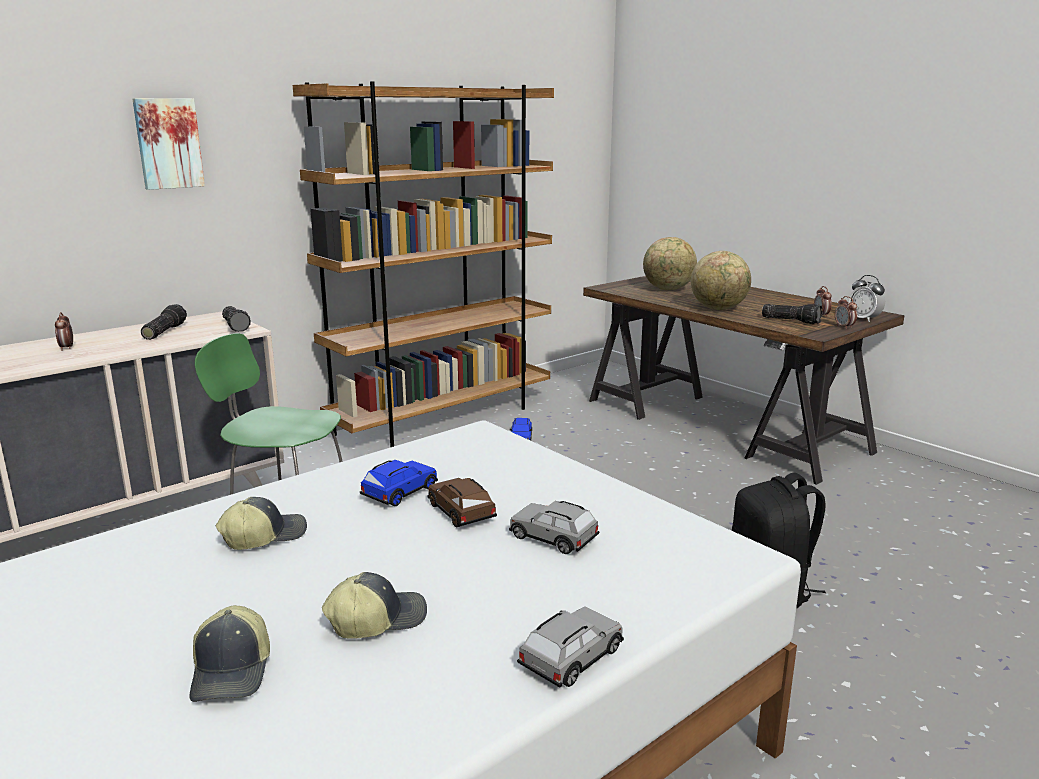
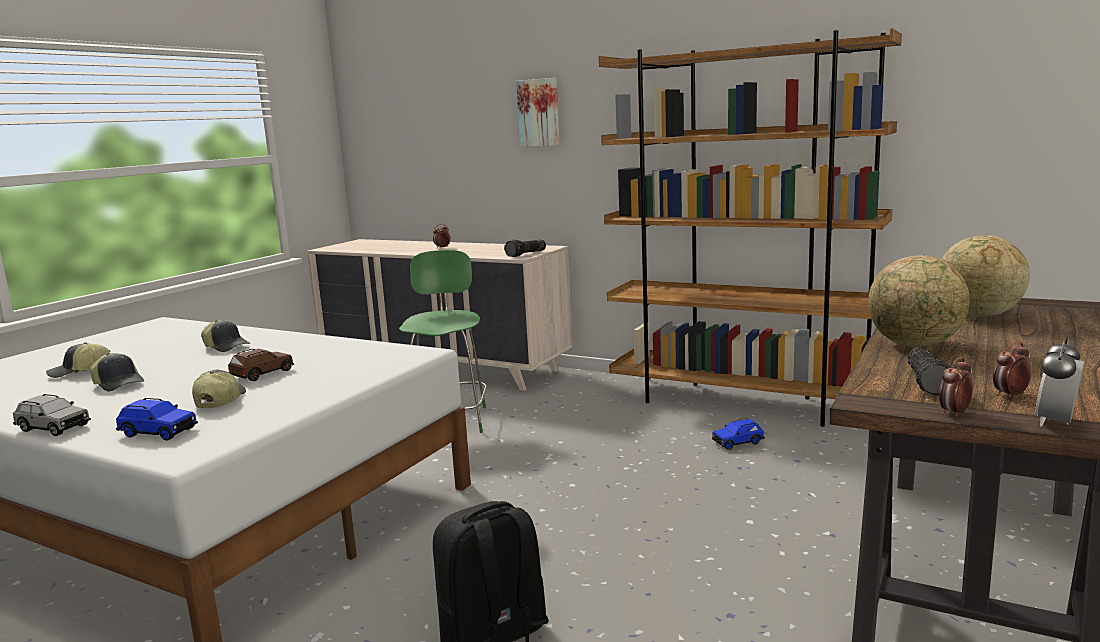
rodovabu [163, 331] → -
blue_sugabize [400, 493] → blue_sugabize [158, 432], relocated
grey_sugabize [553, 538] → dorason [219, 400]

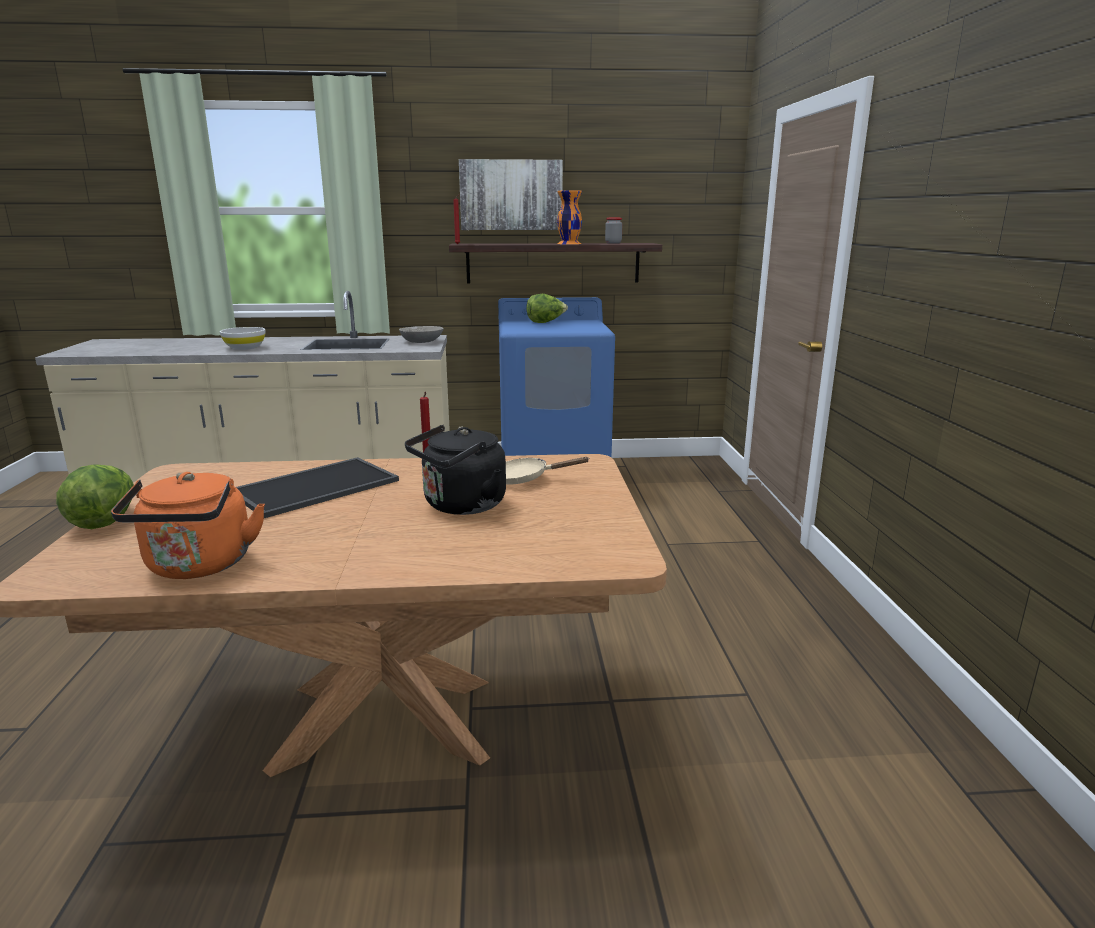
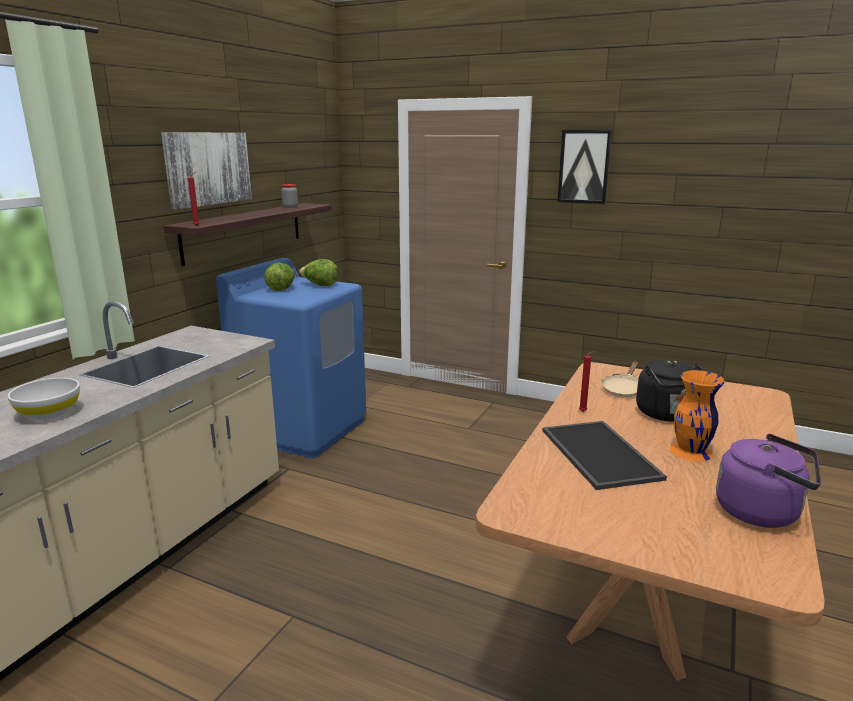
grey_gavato [422, 341] → -
- → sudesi [584, 166]
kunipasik [104, 520] → kunipasik [319, 285], relocated
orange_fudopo [568, 243] → orange_fudopo [690, 451], relocated
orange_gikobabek [198, 567] → purple_gikobabek [762, 512]

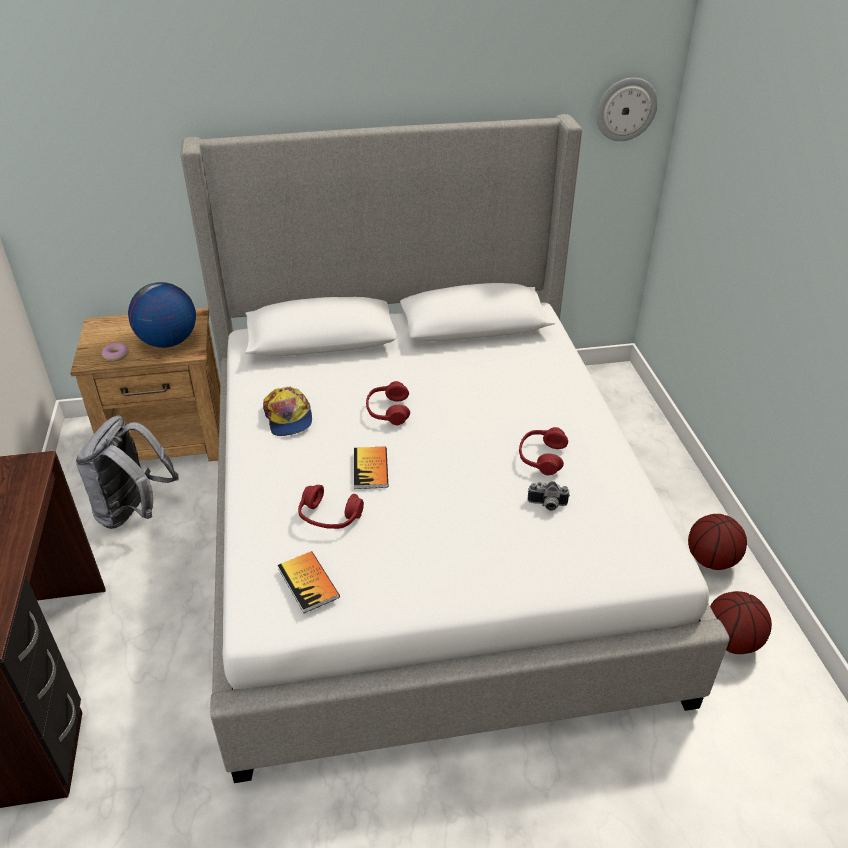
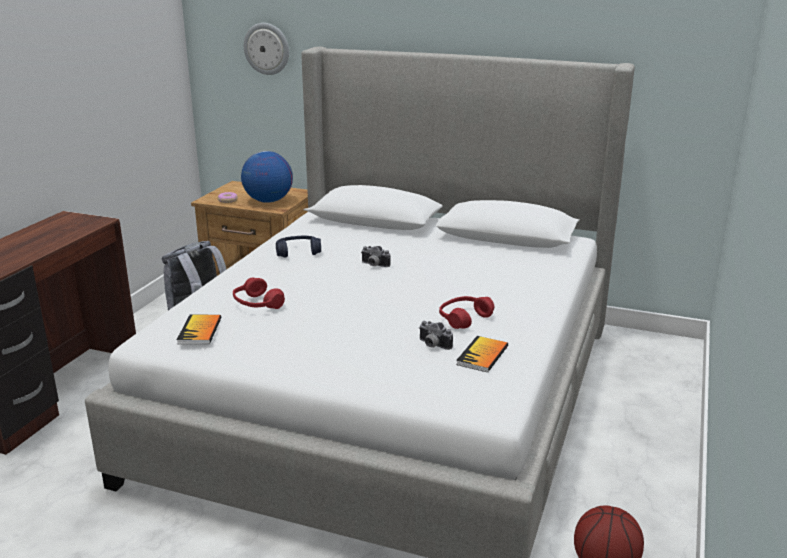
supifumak [711, 560] → -
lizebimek [370, 469] → lizebimek [482, 355], relocated
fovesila [626, 109] → fovesila [267, 48], relocated
dorason [288, 417] → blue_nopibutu [298, 252]
red_nopibutu [388, 411] → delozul [373, 265]

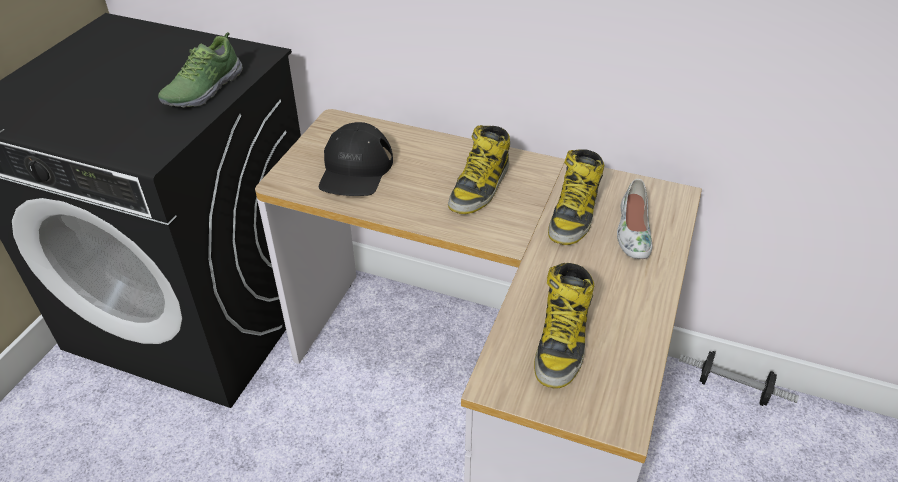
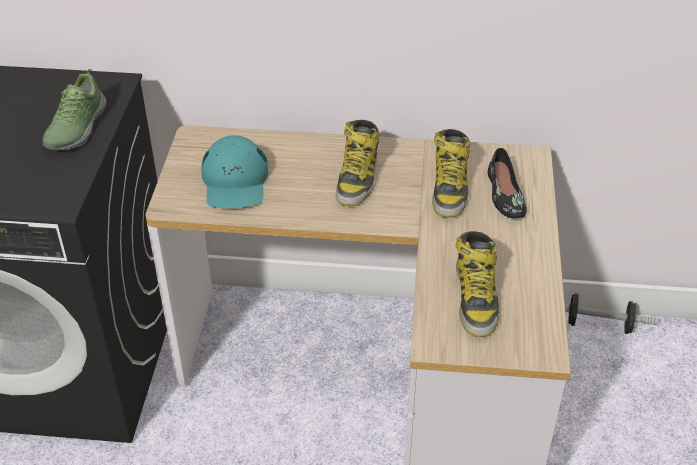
black_dorason [355, 170] → turquoise_dorason [235, 181]
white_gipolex [632, 231] → black_gipolex [504, 195]

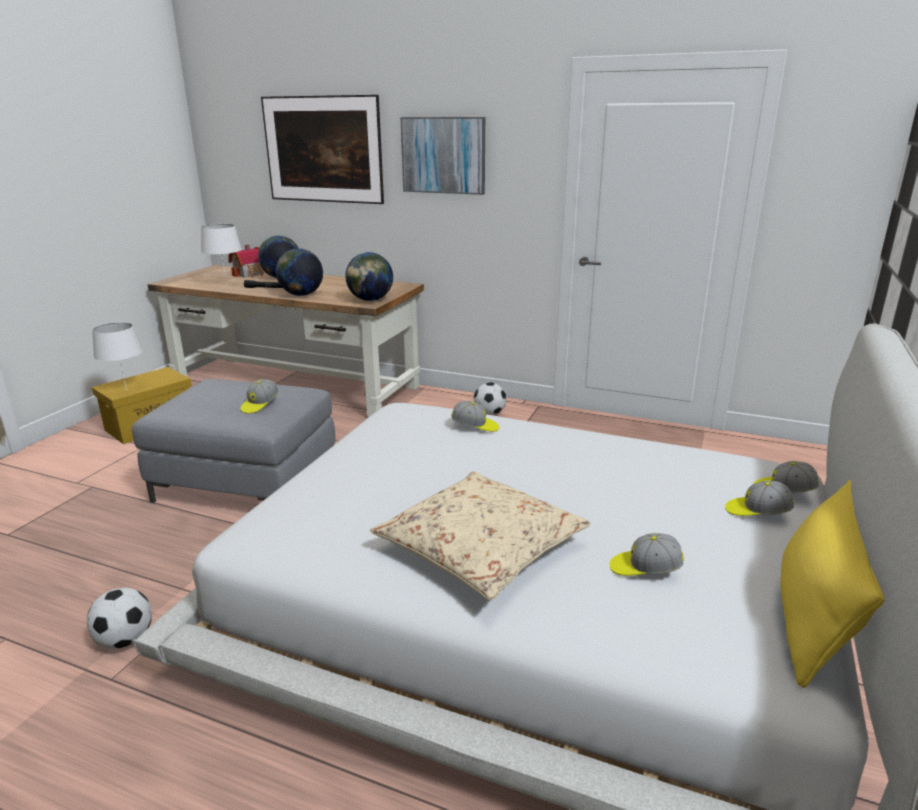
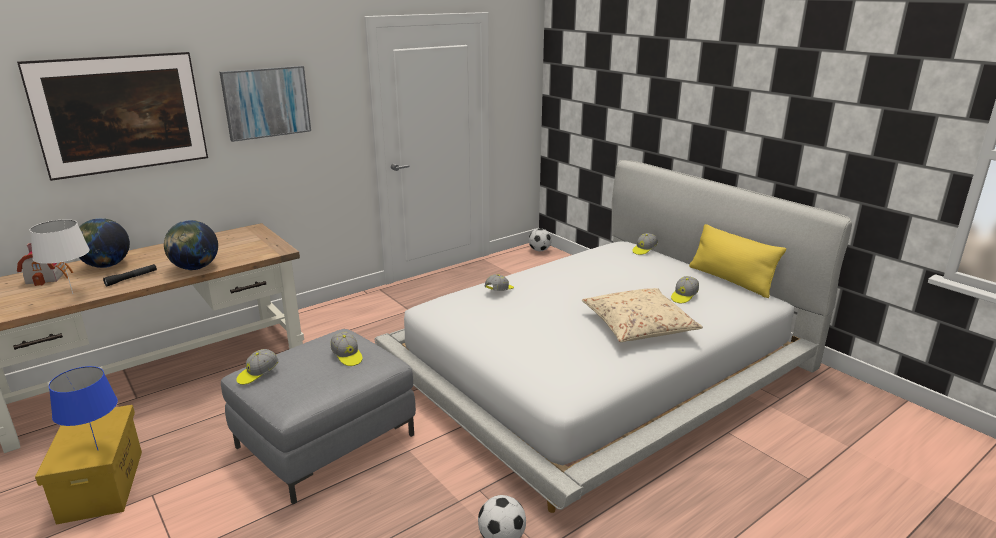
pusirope [370, 300] → -
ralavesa [490, 414] → ralavesa [539, 250], relocated
dorason [757, 512] → dorason [258, 374], relocated
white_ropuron [126, 390] → blue_ropuron [98, 450]

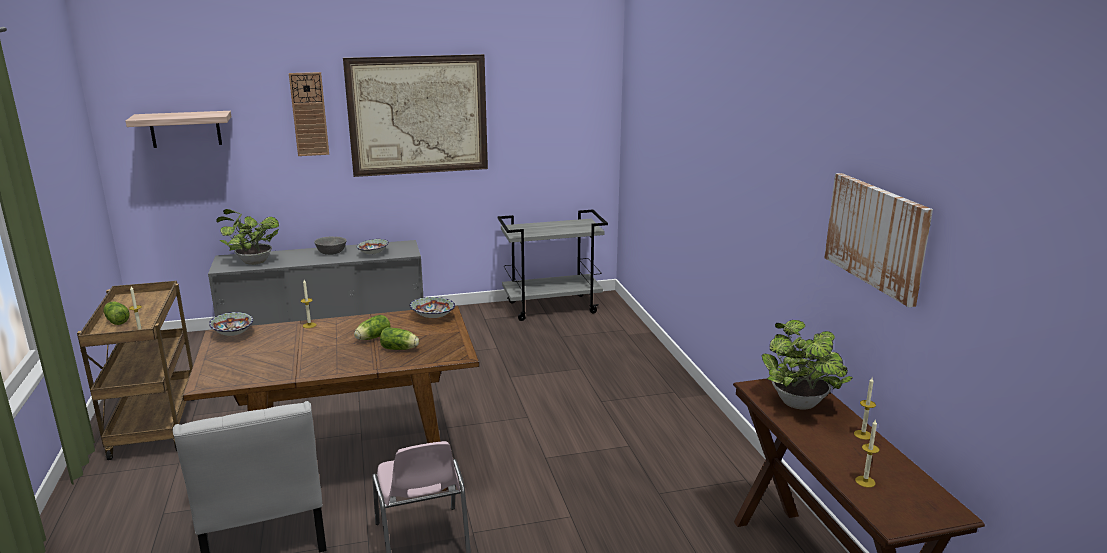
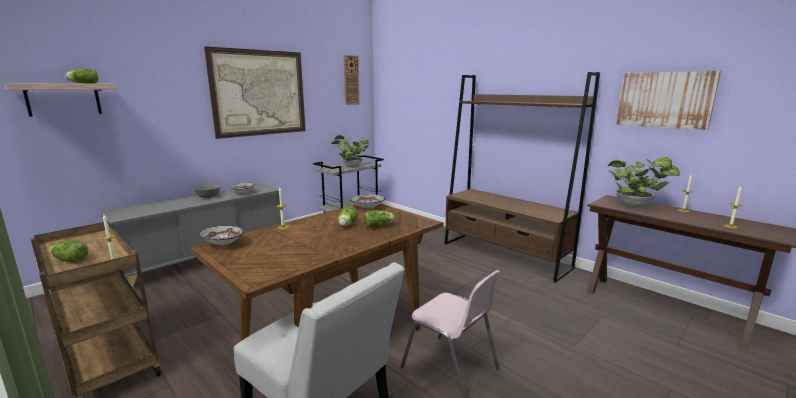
- → kunipasik [83, 83]
- → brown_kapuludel [504, 255]
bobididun [252, 262] → bobididun [351, 167], relocated
fovesila [309, 114] → fovesila [351, 80], relocated

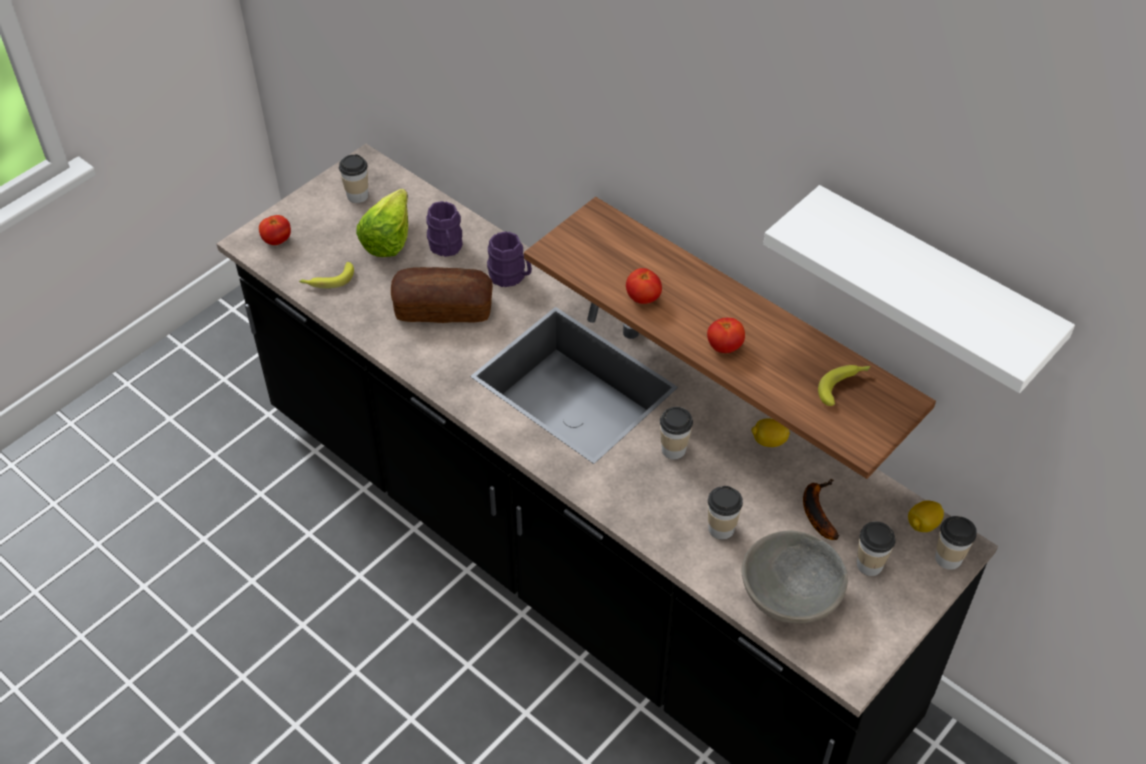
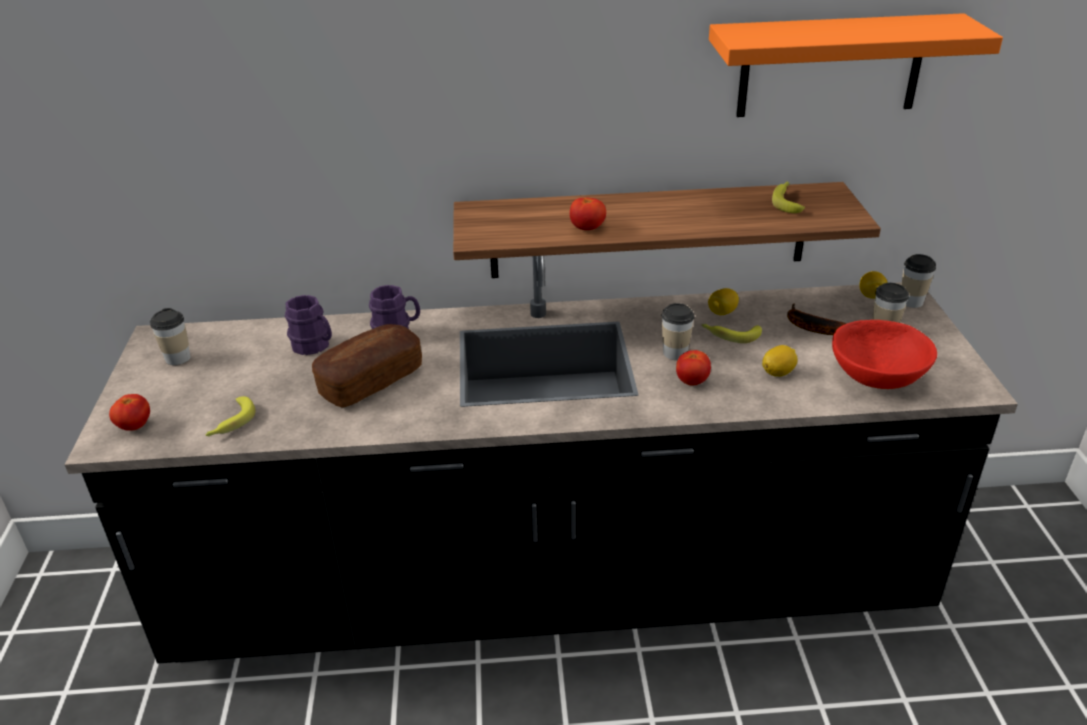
kunipasik [392, 235] → -
- → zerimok [730, 335]
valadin [724, 347] → valadin [692, 381], relocated
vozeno [721, 529] → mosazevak [778, 372]
grey_gavato [791, 594] → red_gavato [876, 375]
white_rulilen [931, 289] → orange_rulilen [830, 66]

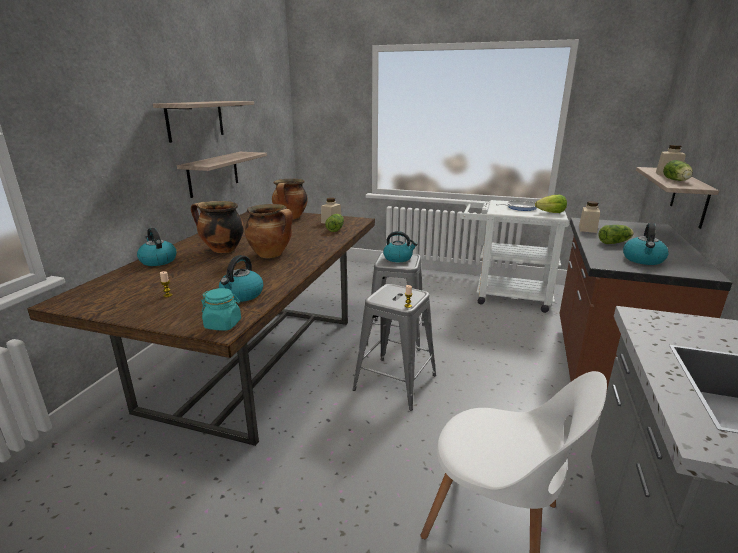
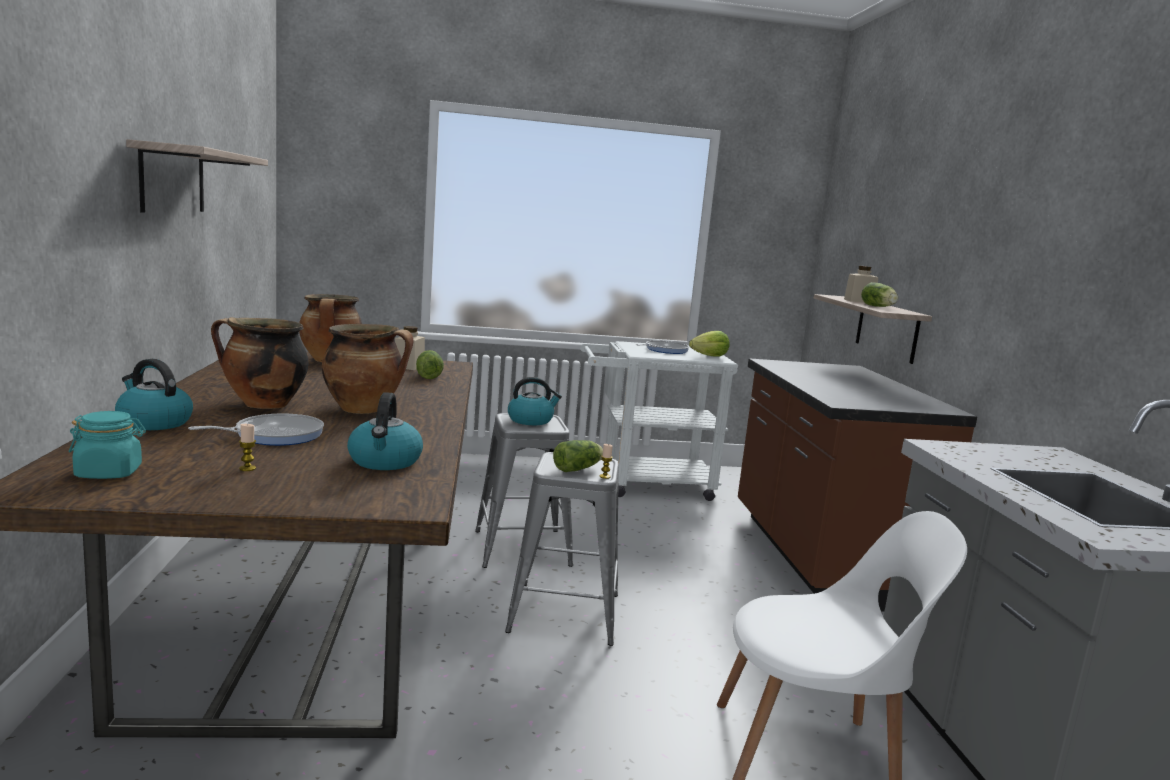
rulilen [213, 173] → -
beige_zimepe [587, 229] → -
gikobabek [643, 260] → -
- → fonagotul [274, 435]
turquoise_zimepe [223, 324] → turquoise_zimepe [109, 473], relocated
kunipasik [615, 242] → kunipasik [579, 468], relocated

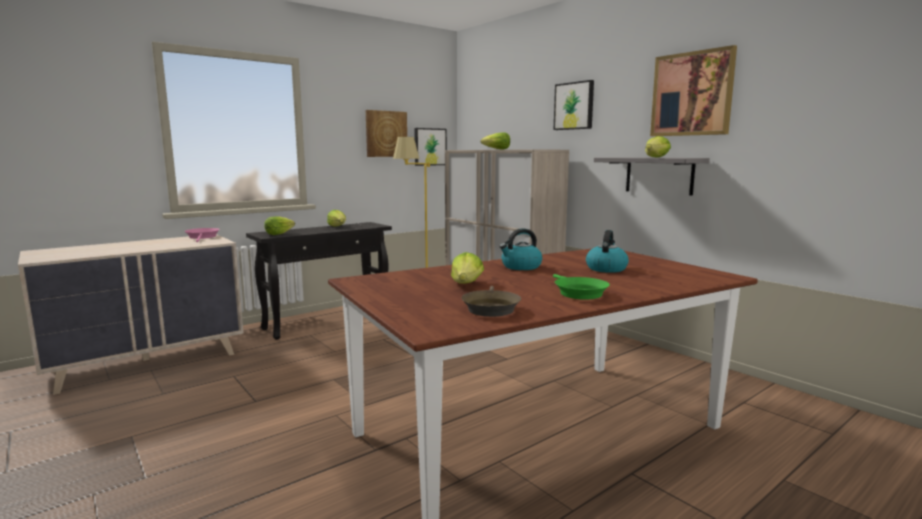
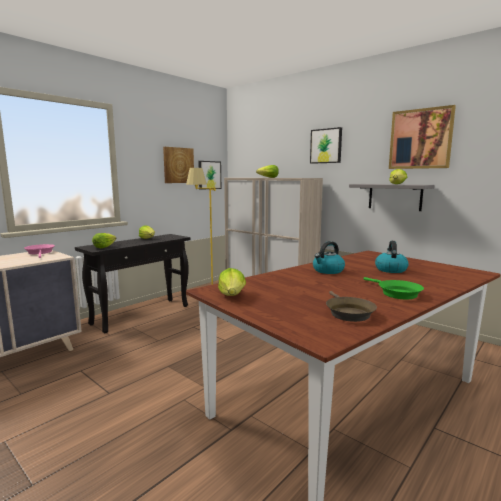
kunipasik [466, 284] → kunipasik [232, 295], relocated

